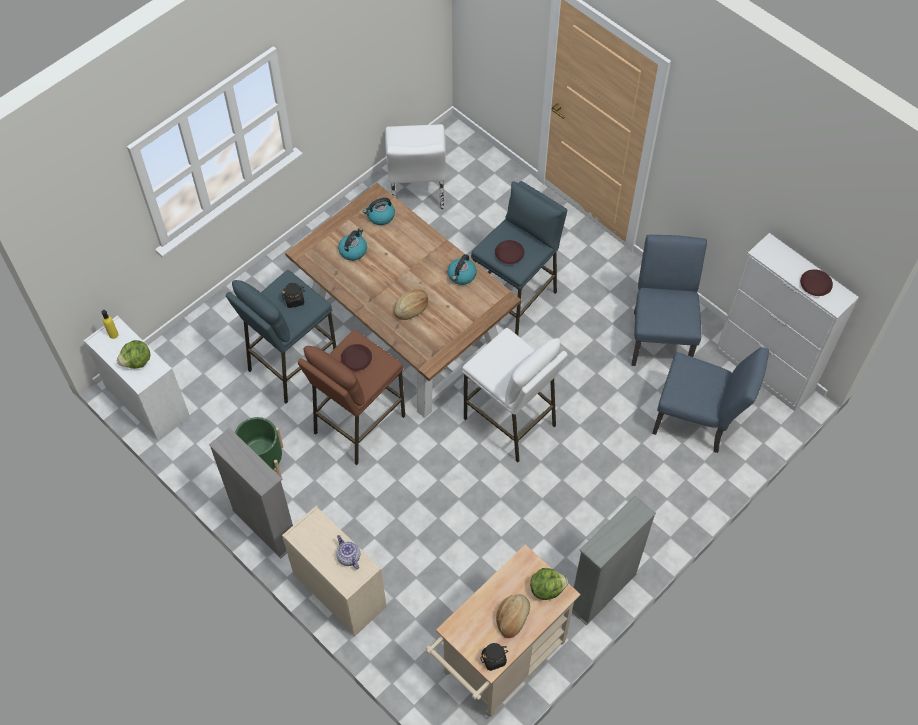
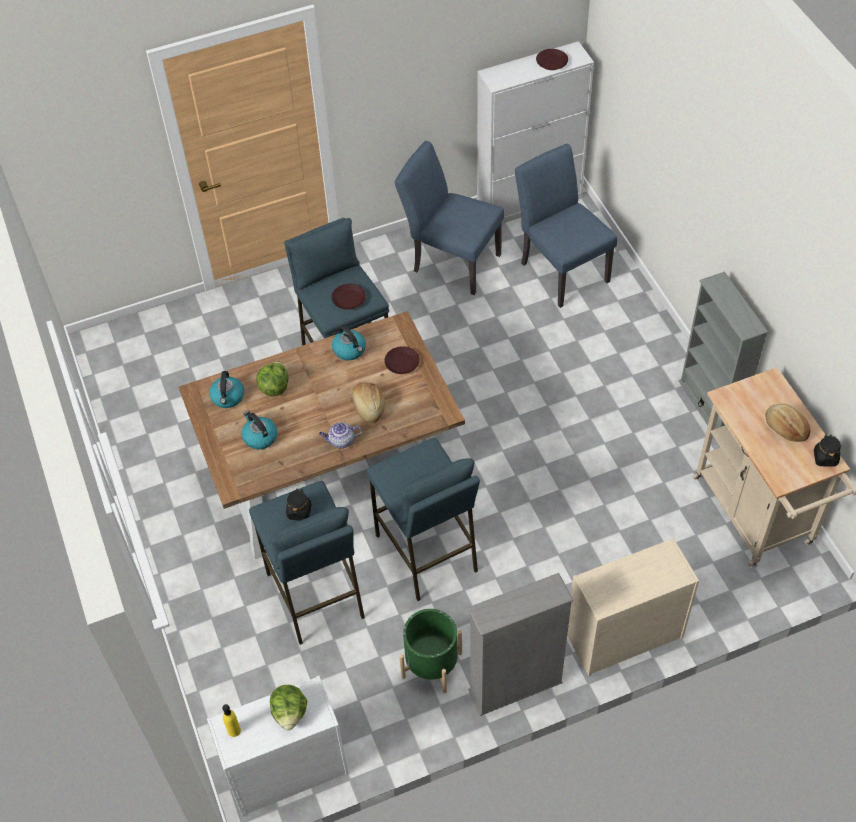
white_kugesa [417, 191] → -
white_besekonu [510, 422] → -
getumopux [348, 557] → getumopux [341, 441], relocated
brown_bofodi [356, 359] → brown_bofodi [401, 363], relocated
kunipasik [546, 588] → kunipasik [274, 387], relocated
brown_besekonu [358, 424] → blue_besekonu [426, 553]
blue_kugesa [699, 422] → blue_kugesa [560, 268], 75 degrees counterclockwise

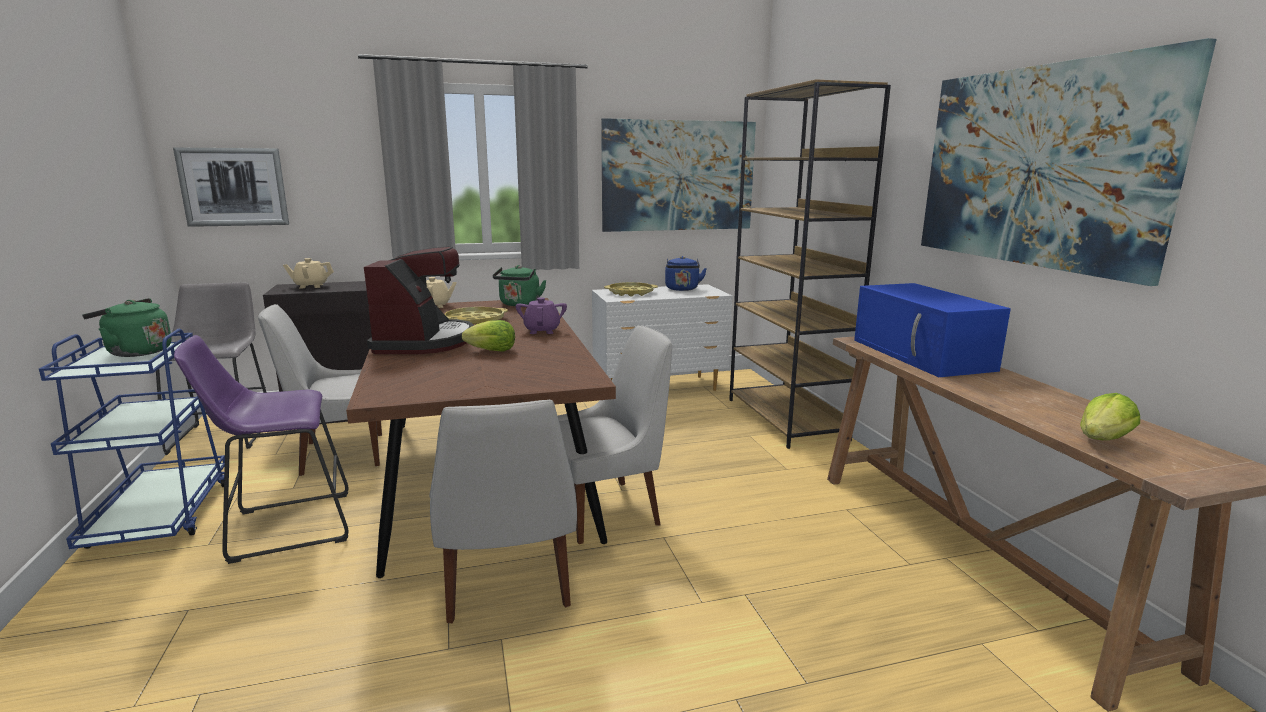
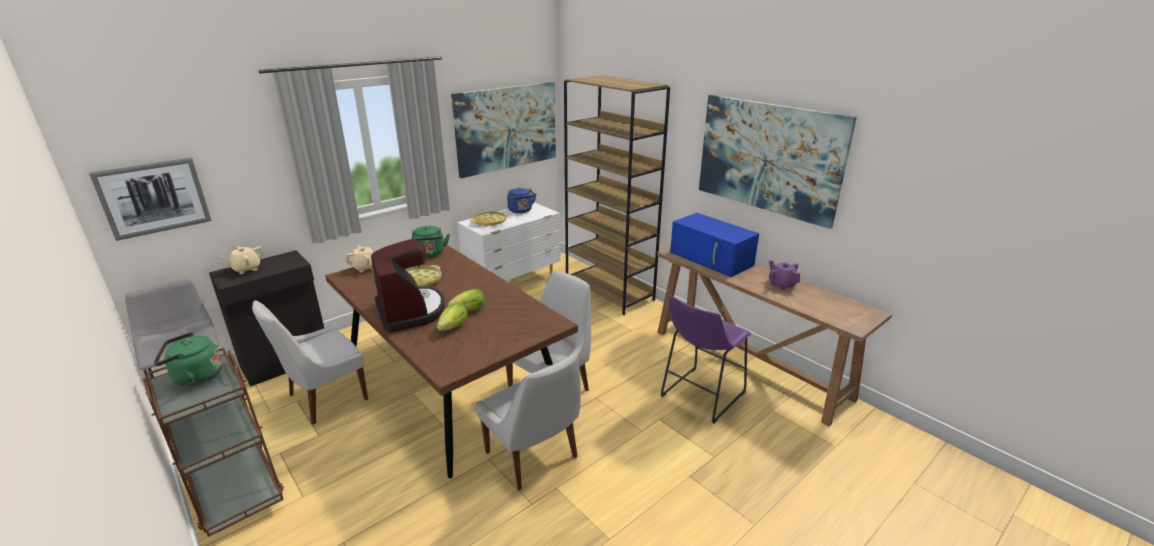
purple_besekonu [283, 527] → purple_besekonu [699, 396], relocated
purple_getumopux [542, 331] → purple_getumopux [781, 284], relocated
kunipasik [1103, 440] → kunipasik [453, 327], relocated
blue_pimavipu [161, 516] → brown_pimavipu [235, 489]

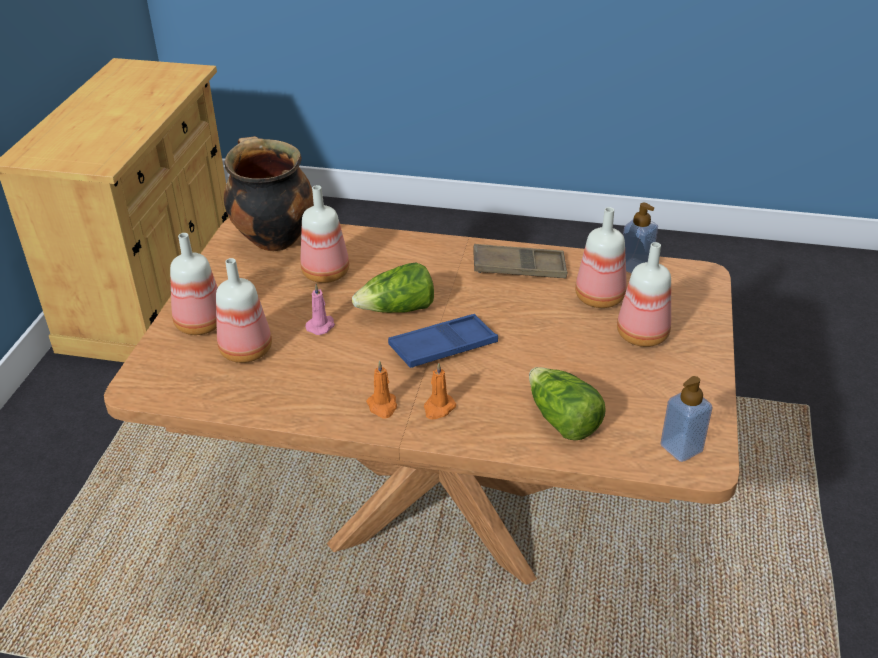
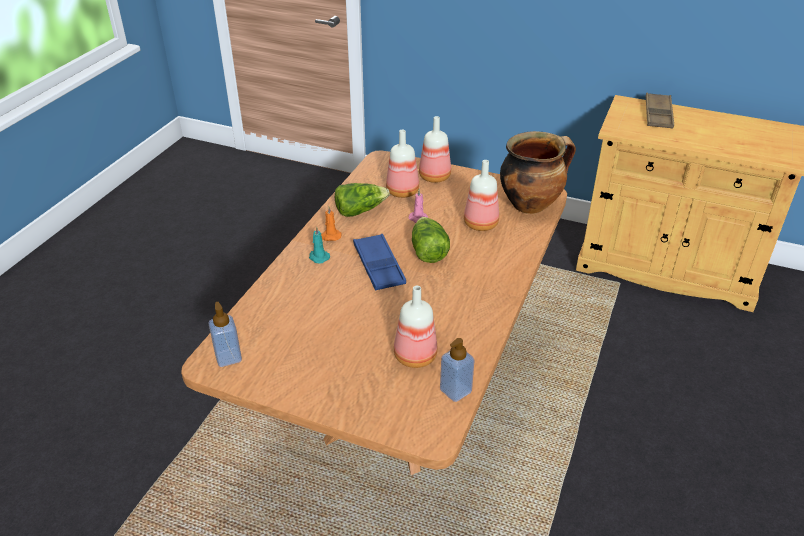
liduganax [643, 336] → -
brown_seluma [519, 268] → brown_seluma [658, 115], relocated
kunipasik [562, 420] → kunipasik [360, 210], relocated
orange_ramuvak [438, 408] → turquoise_ramuvak [318, 257]

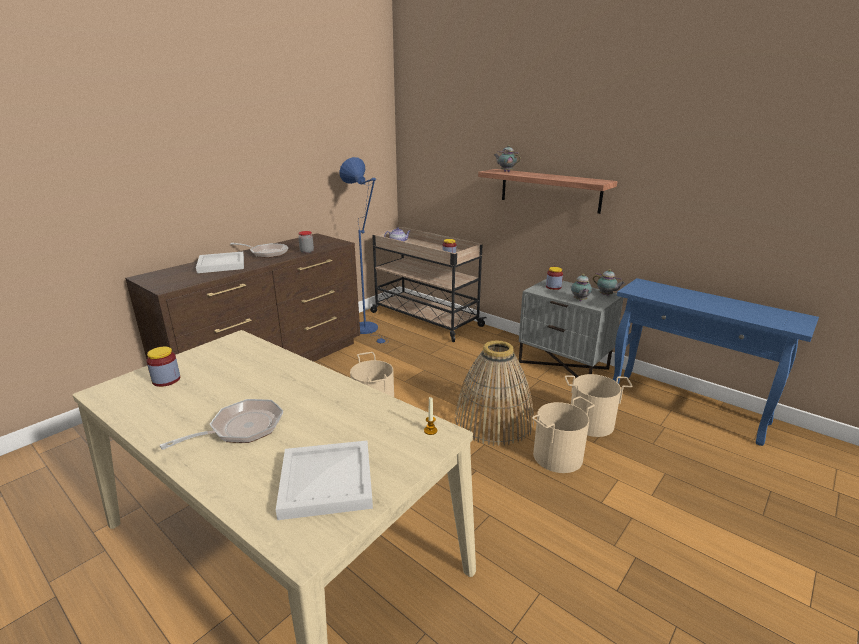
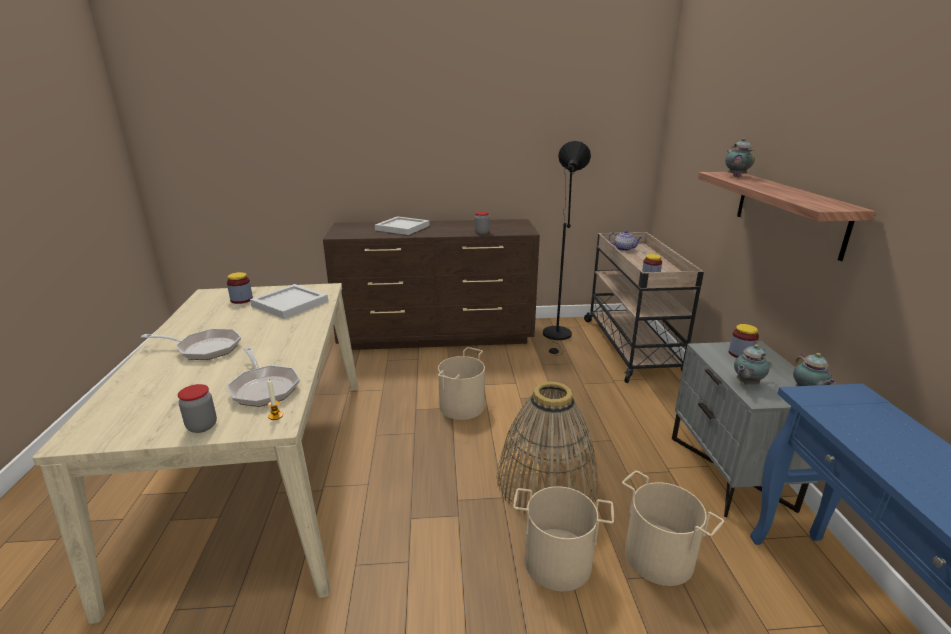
- → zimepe [202, 426]
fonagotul [266, 253] → fonagotul [264, 388], relocated
white_seluma [325, 481] → white_seluma [290, 303], relocated
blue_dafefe [368, 330] → black_dafefe [557, 336]

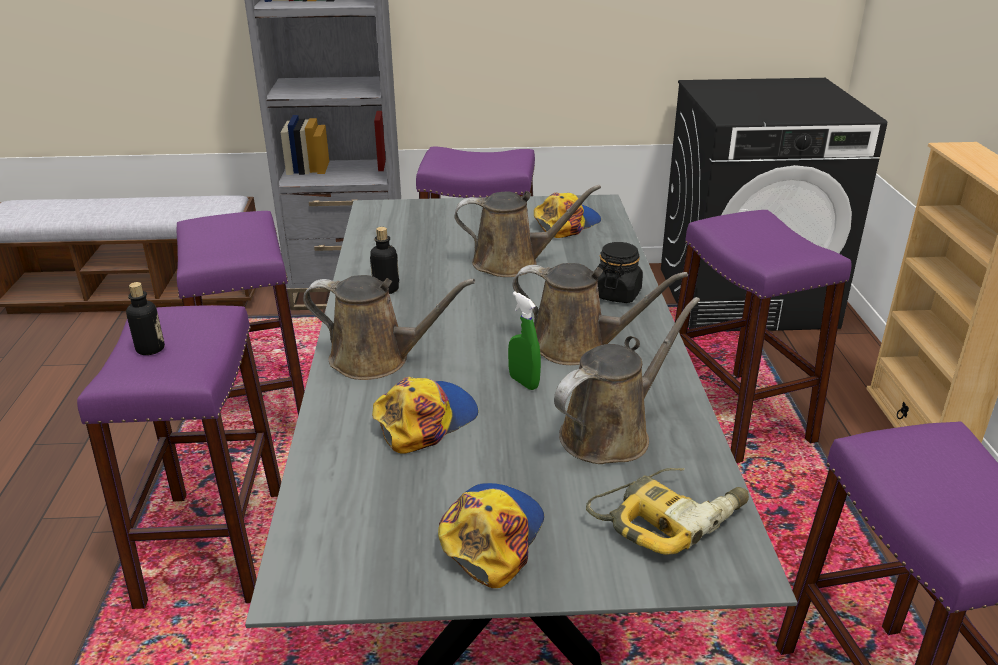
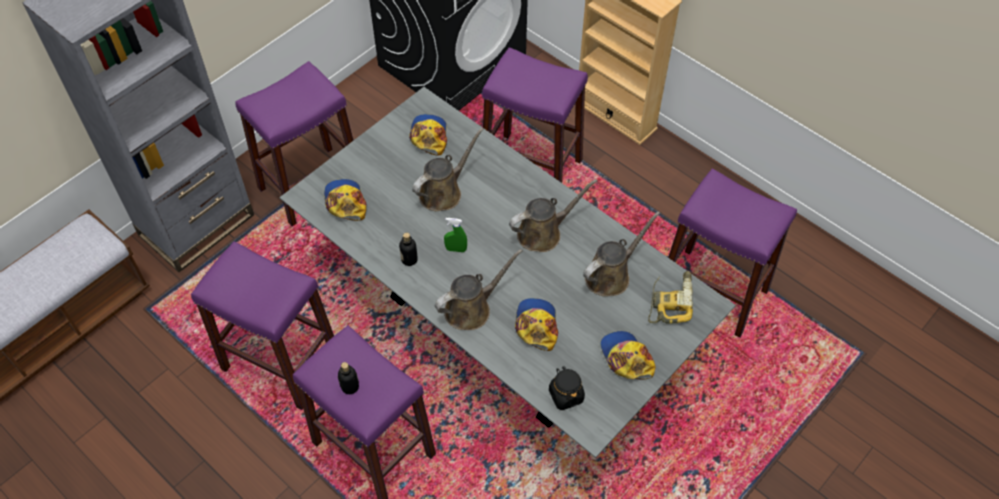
- → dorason [345, 202]
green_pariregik [523, 382] → green_pariregik [456, 249], relocated
black_zimepe [617, 294] → black_zimepe [566, 395], relocated
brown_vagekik [611, 433] → brown_vagekik [611, 275], 45 degrees clockwise

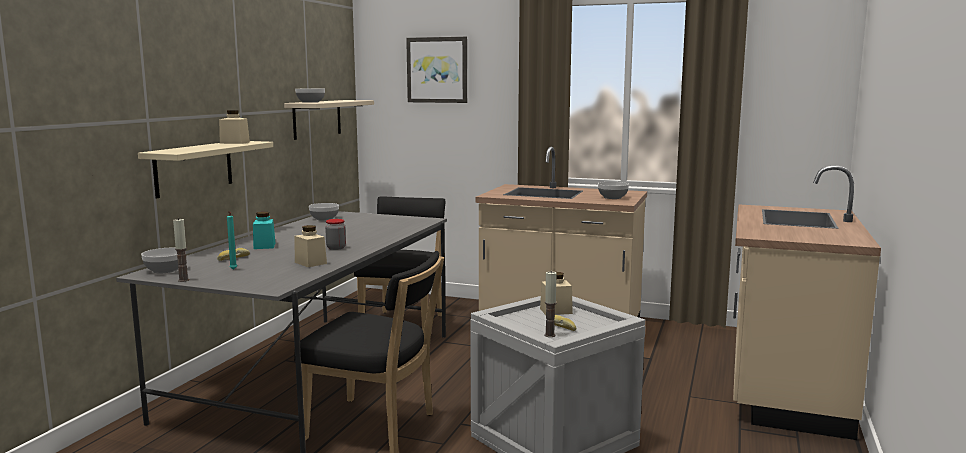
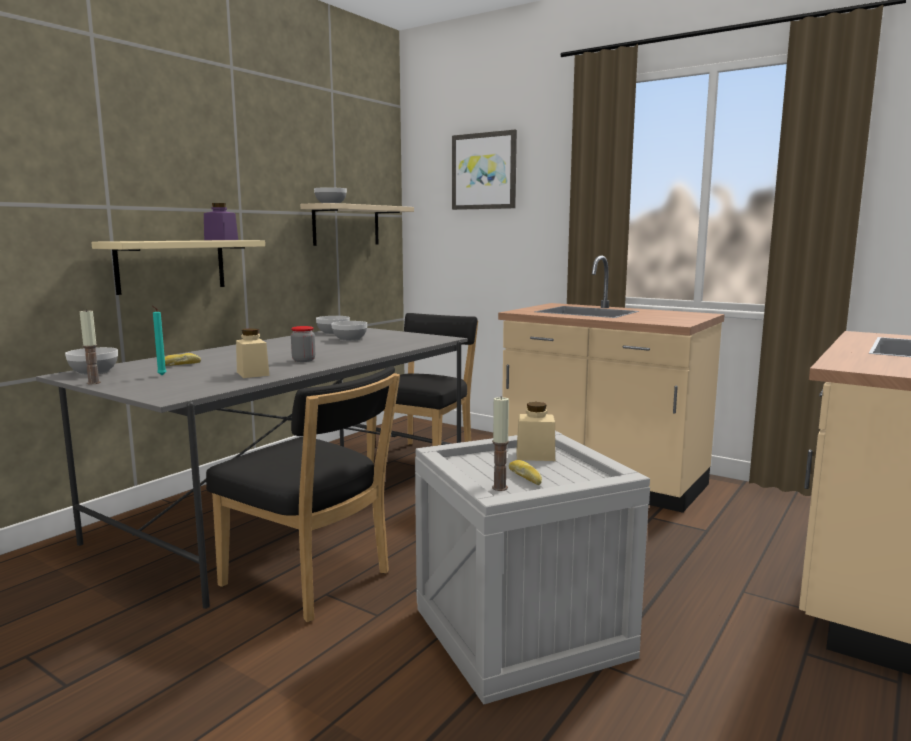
turquoise_zimepe [264, 246] → -
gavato [613, 197] → gavato [349, 339], relocated
beige_zimepe [234, 142] → purple_zimepe [221, 240]

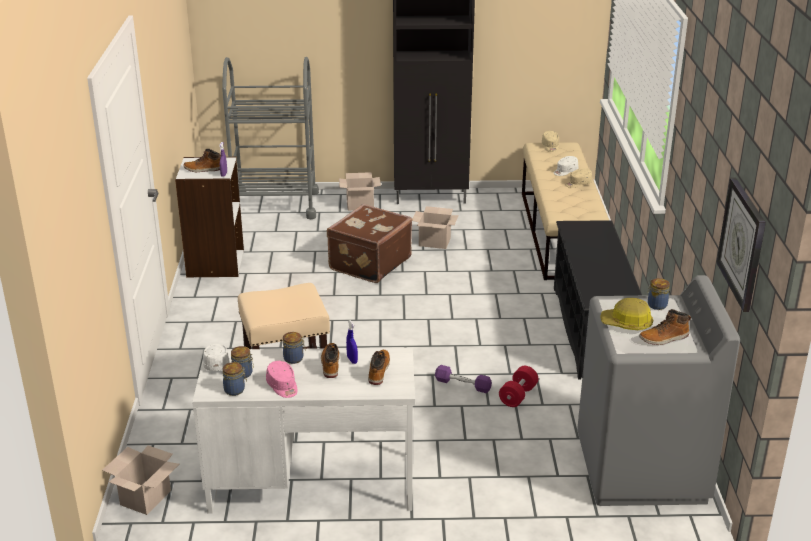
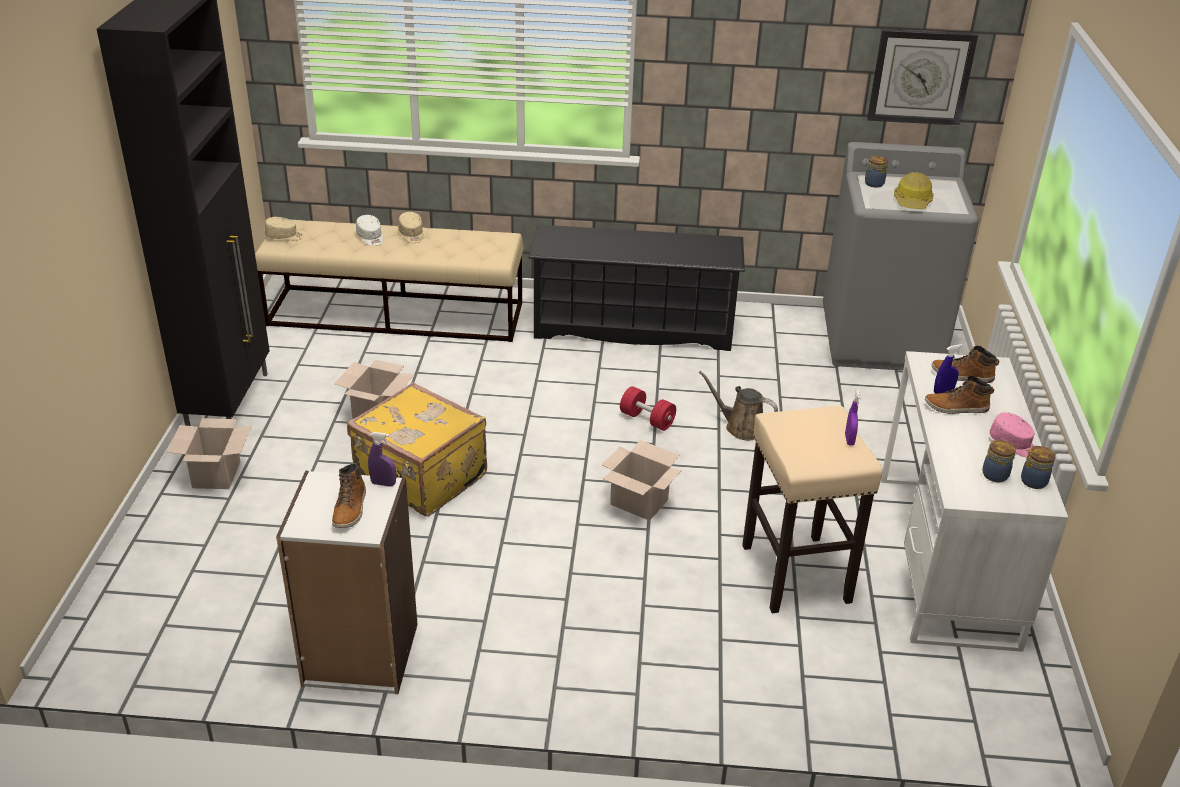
white_dorason [216, 363] → -
grey_pimavipu [275, 205] → -
zimepe [294, 359] → -
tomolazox [664, 338] → -
- → purple_pariregik [849, 440]
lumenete [145, 497] → lumenete [637, 502], relocated
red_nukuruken [518, 395] → red_nukuruken [647, 419], relocated
purple_nukuruken [463, 385] → brown_vagekik [741, 427]
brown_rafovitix [368, 263] → yellow_rafovitix [420, 479]
pink_dorason [283, 386] → pink_dorason [1013, 444], 75 degrees clockwise

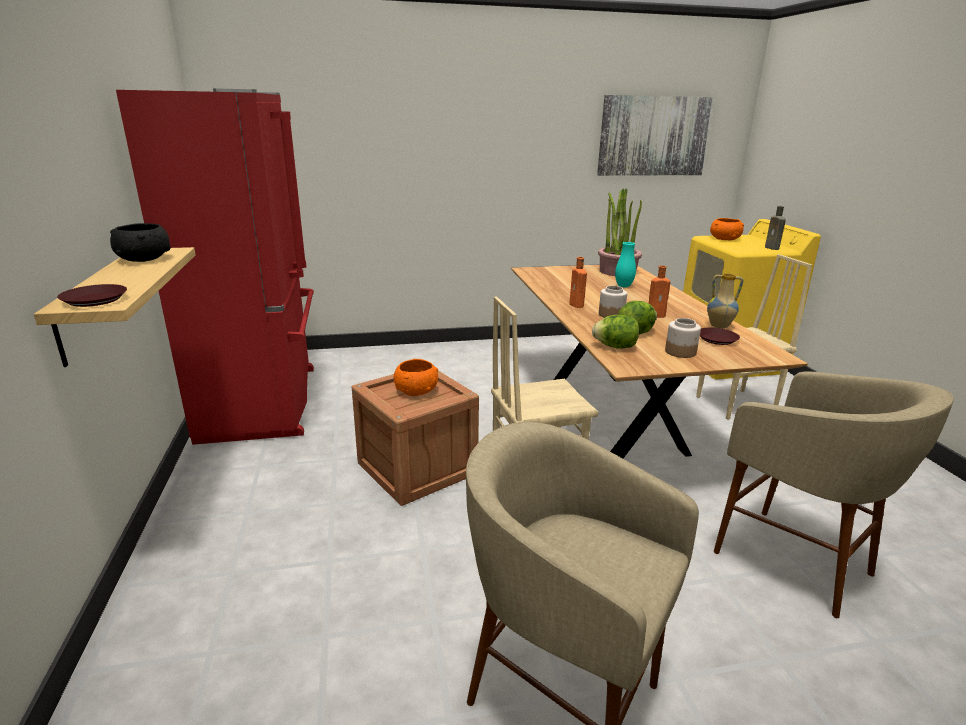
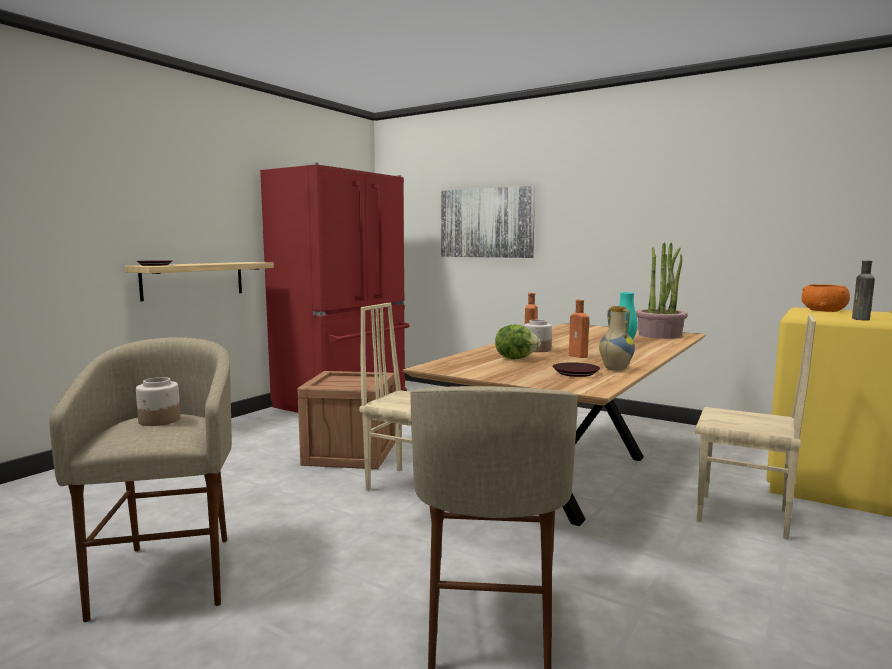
black_gavato [144, 259] → -
orange_gavato [416, 390] → -
kunipasik [615, 347] → -
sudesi [654, 136] → sudesi [486, 223], relocated
zimepe [681, 352] → zimepe [159, 420], relocated

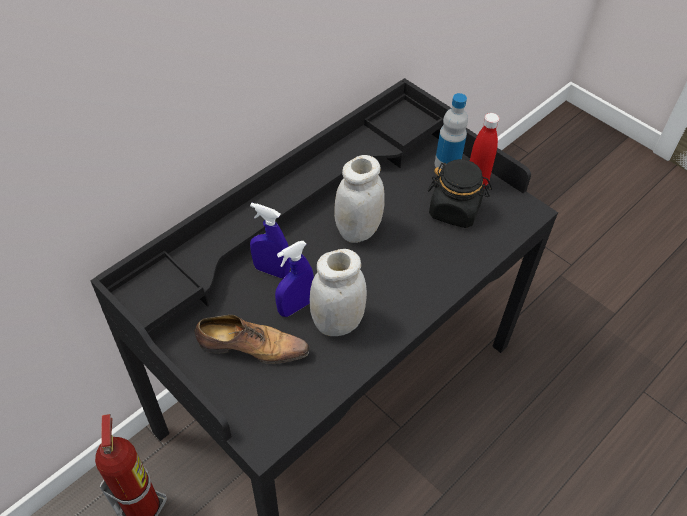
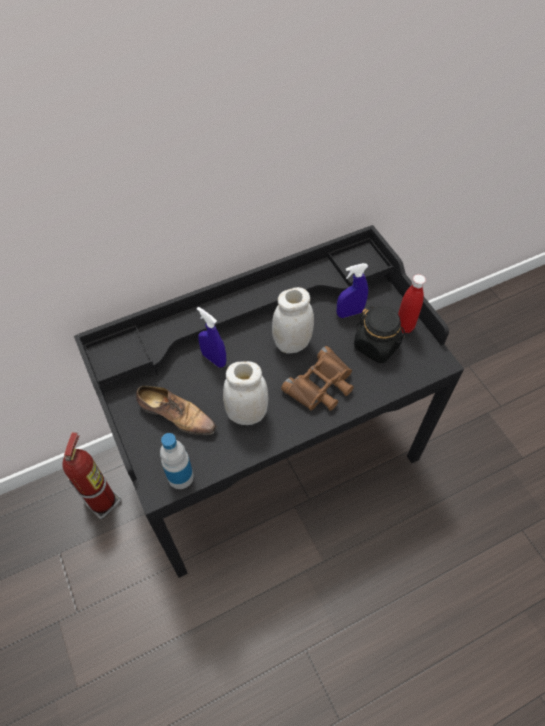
- → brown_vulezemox [321, 385]
blue_pariregik [295, 307] → blue_pariregik [349, 313], relocated
liduganax [447, 164] → liduganax [180, 476], relocated

